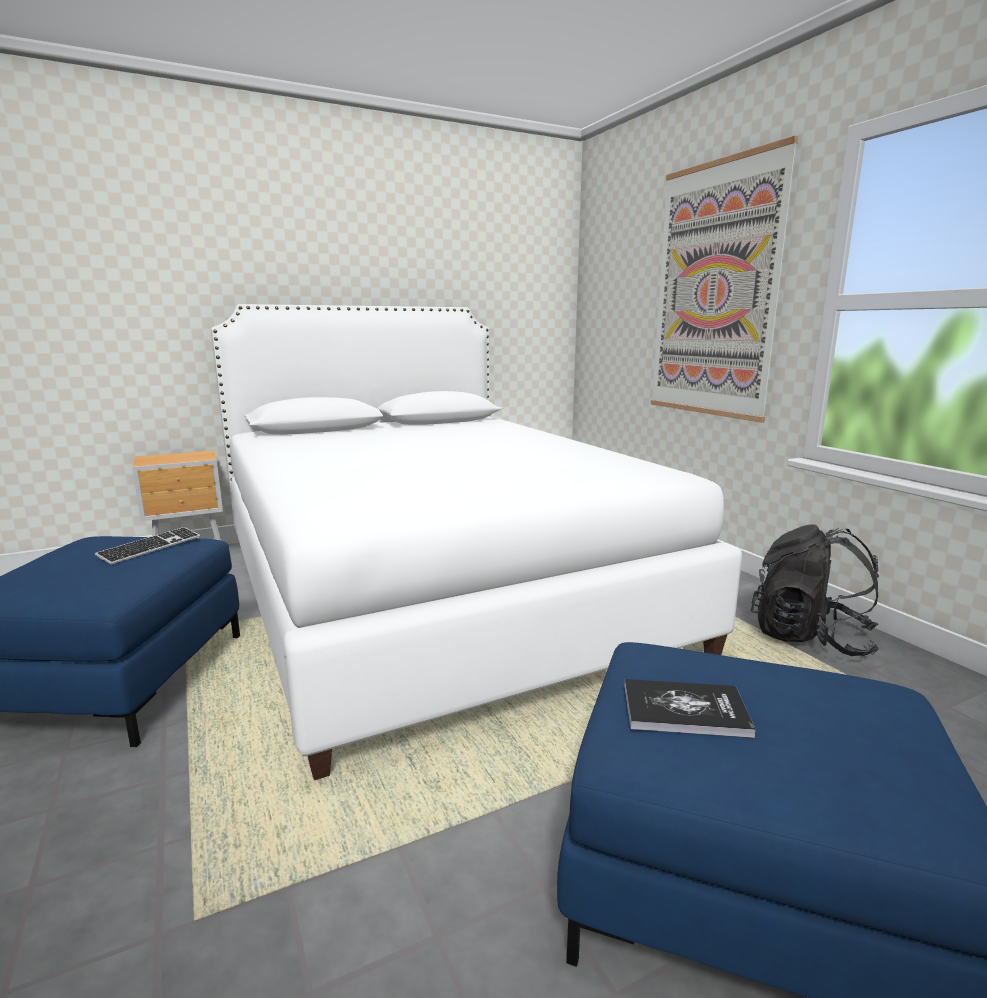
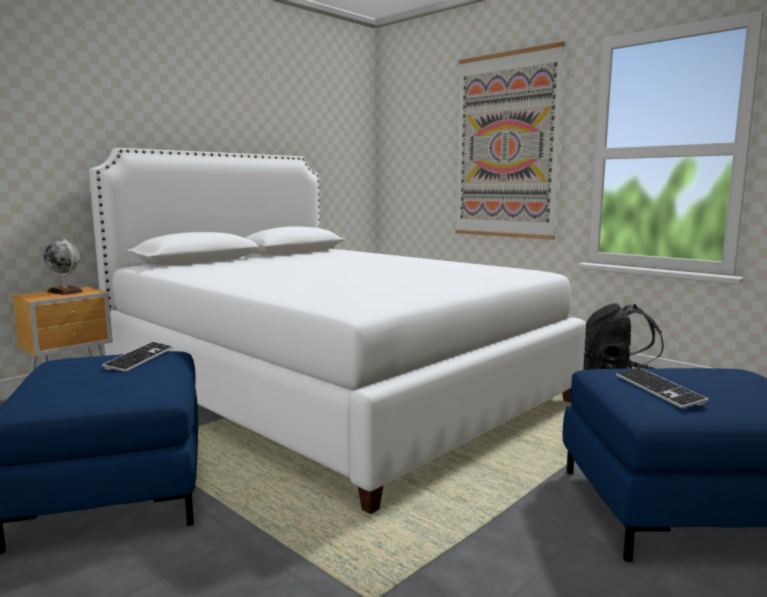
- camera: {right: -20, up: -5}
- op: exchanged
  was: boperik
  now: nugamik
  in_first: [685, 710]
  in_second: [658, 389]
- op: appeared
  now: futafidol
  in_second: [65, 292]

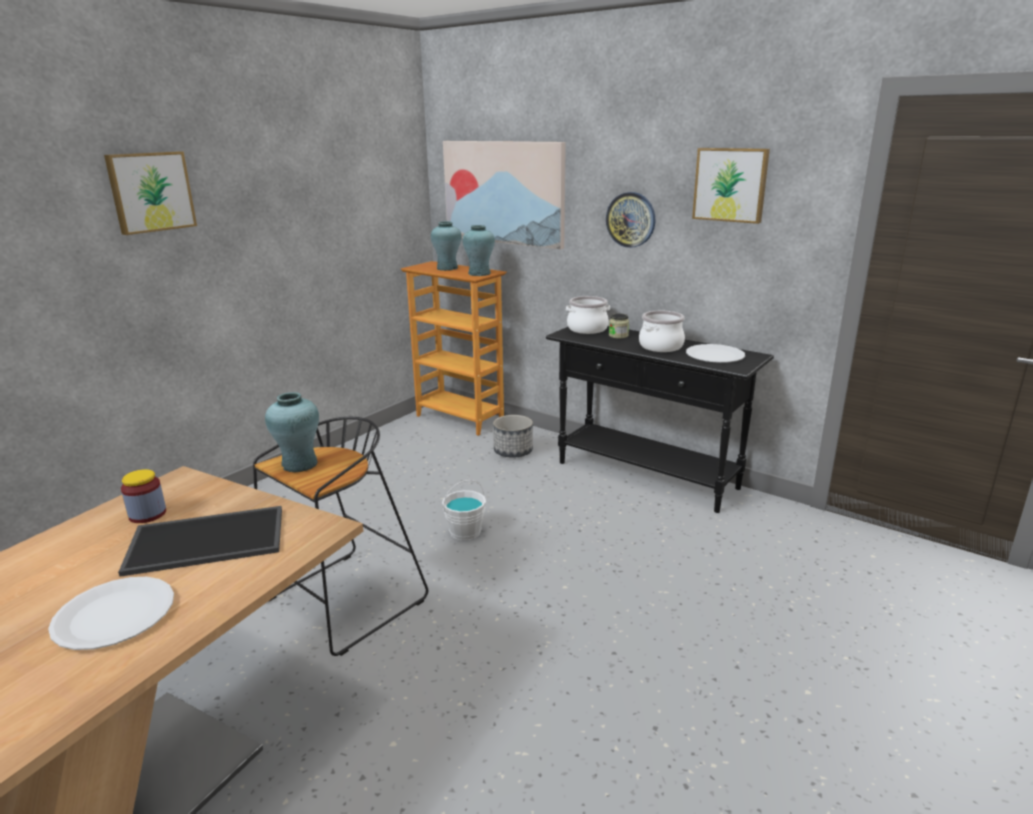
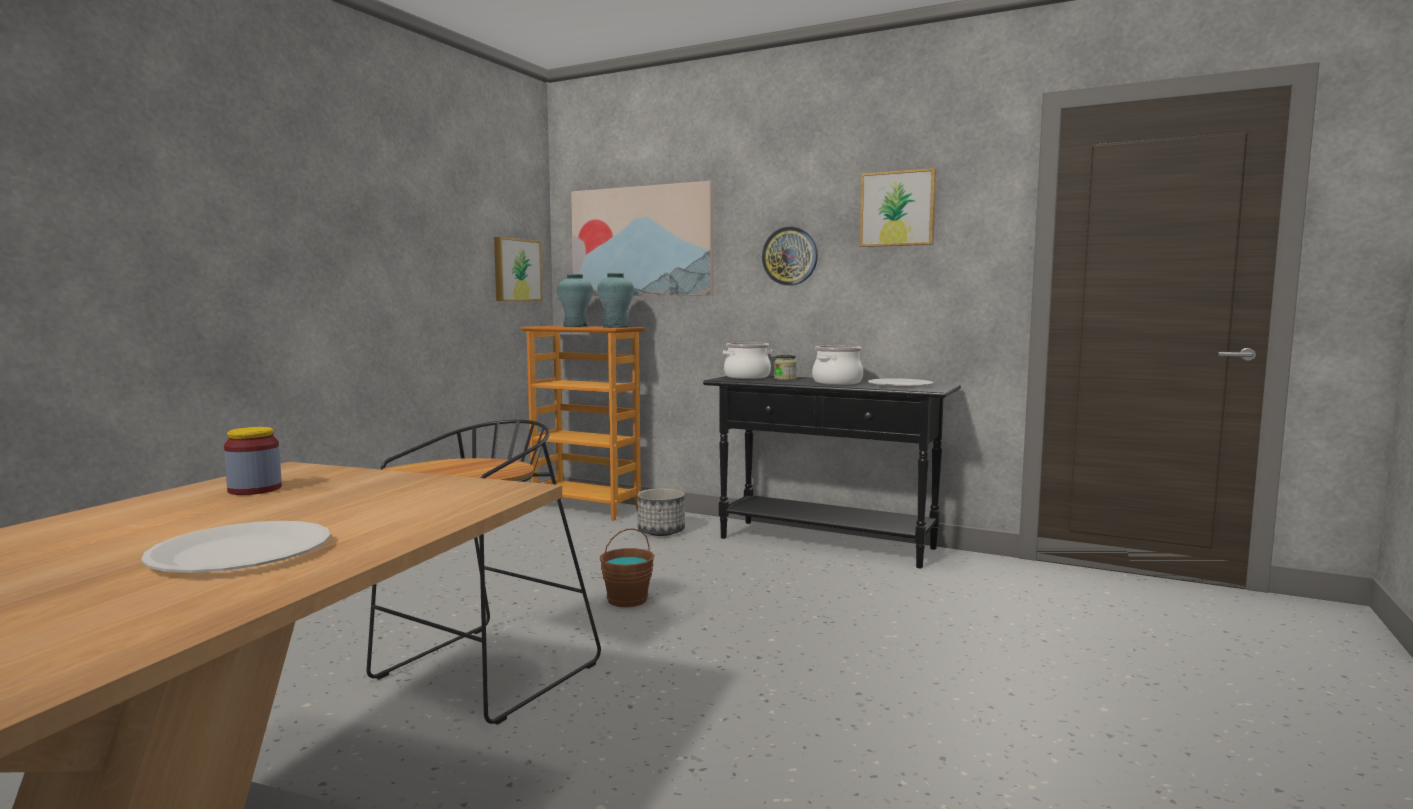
- camera: {right: -10, up: -15}
- op: relocated
  was: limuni
  in_first: [150, 192]
  in_second: [516, 270]
- op: missing
  was: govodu
  in_first: [209, 539]
- op: missing
  was: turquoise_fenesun
  in_first: [299, 464]
- op: colour
  was: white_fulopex
  now: brown_fulopex
  in_first: [465, 532]
  in_second: [627, 600]

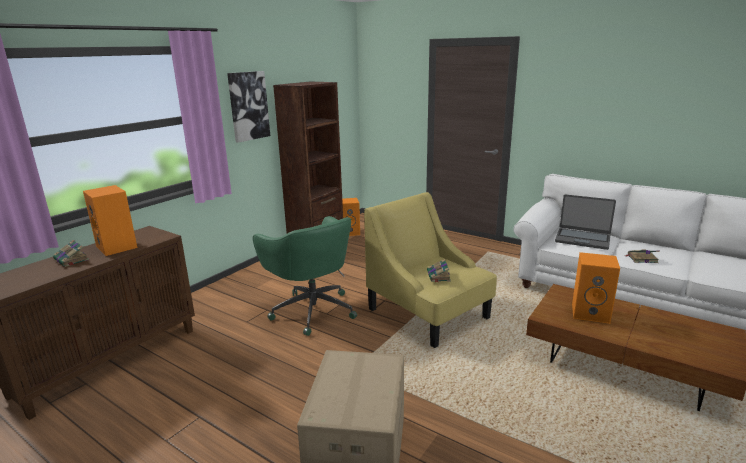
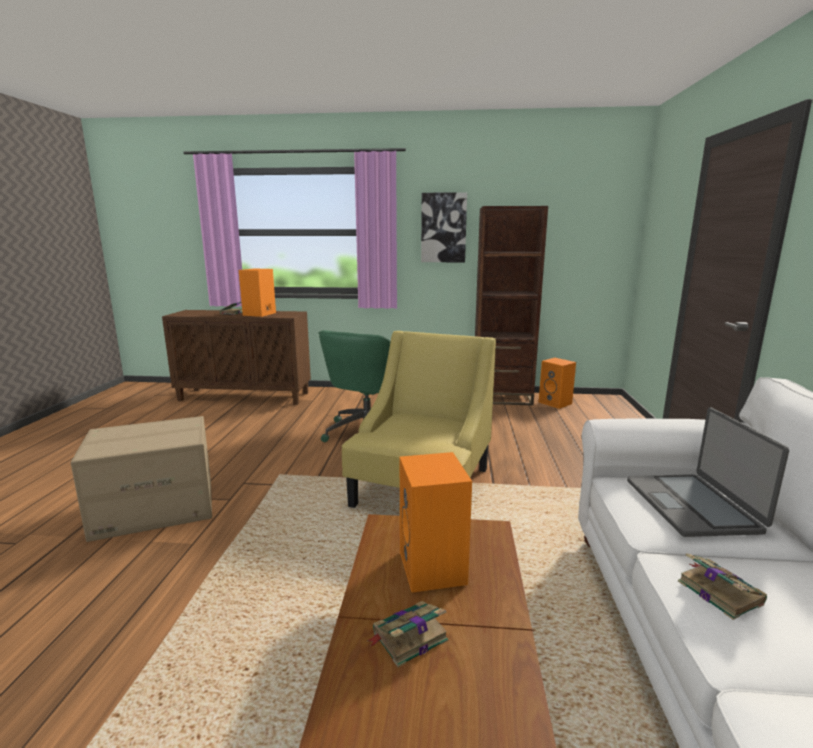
- camera: {right: 60, up: -5}
- op: relocated
  was: boperik
  in_first: [438, 276]
  in_second: [408, 637]

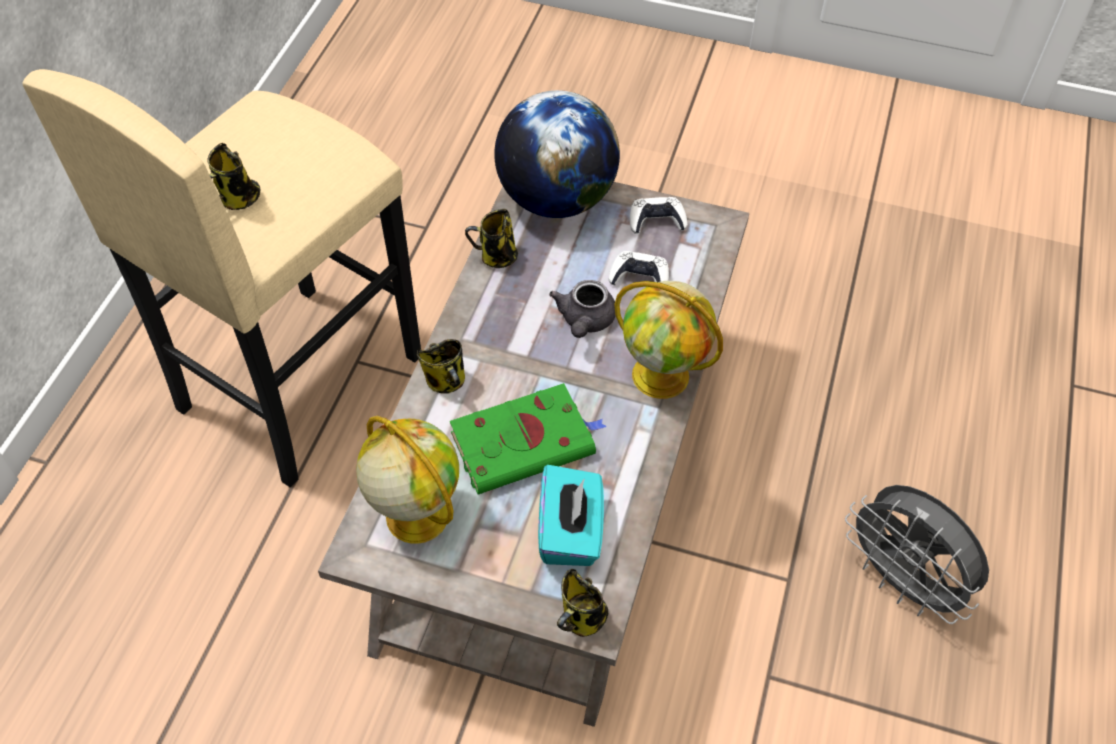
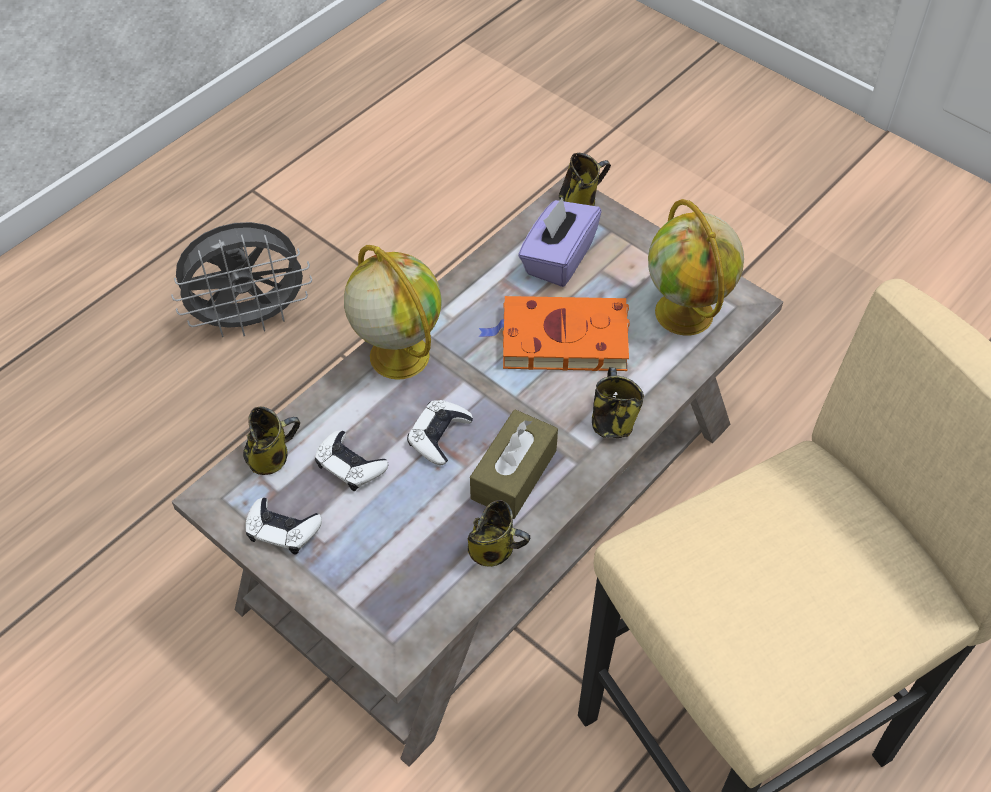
- camera: {right: -155, up: 0}
- op: relocated
  was: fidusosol
  in_first: [237, 199]
  in_second: [271, 457]
- op: colour
  was: green_boperik
  now: orange_boperik
  in_first: [526, 442]
  in_second: [560, 339]
- op: missing
  was: futafidol
  in_first: [556, 199]
- op: colour
  was: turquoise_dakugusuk
  now: purple_dakugusuk
  in_first: [570, 532]
  in_second: [558, 259]
- op: exchanged
  was: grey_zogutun
  now: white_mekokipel
  in_first: [584, 321]
  in_second: [439, 435]
- op: spun
  was: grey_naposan
  in_first: [902, 583]
  in_second: [251, 319]
  clockwise: 90
- op: appeared
  now: brown_dakugusuk
  in_second: [514, 474]

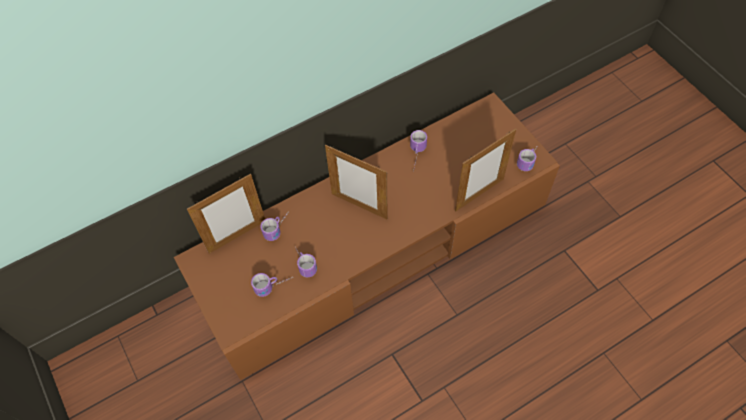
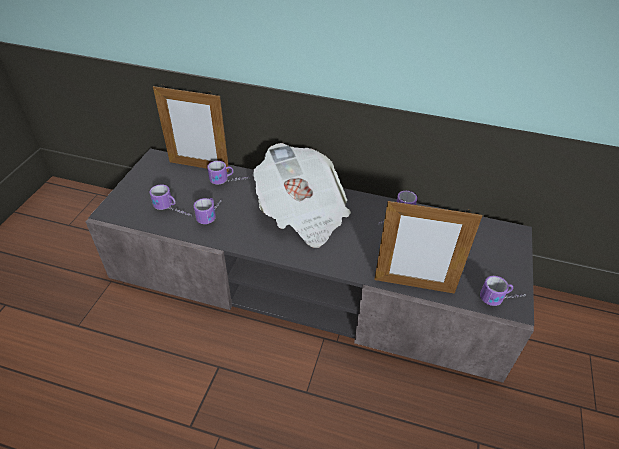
- camera: {right: 45, up: -15}
- op: colour
  was: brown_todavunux
  now: grey_todavunux
  in_first: [374, 248]
  in_second: [308, 283]
- op: exchanged
  was: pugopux
  now: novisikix
  in_first: [359, 206]
  in_second: [302, 213]

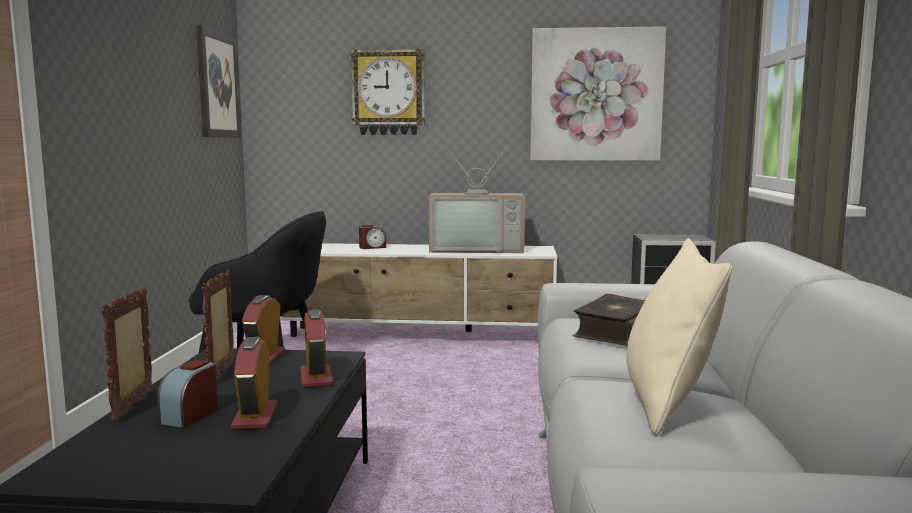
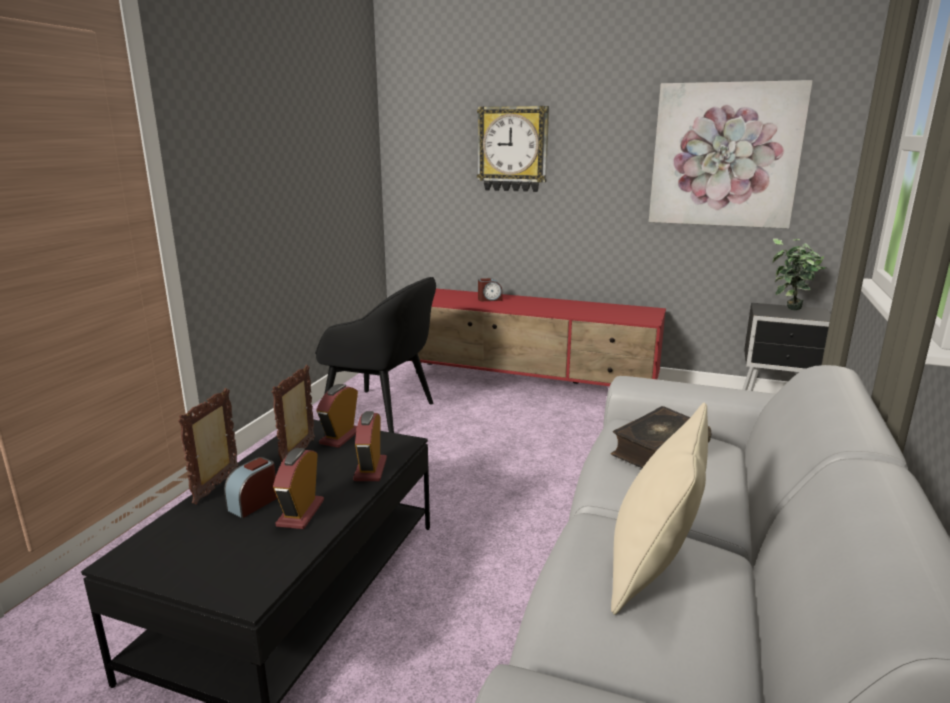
- camera: {right: 15, up: 10}
- op: missing
  was: limuni
  in_first: [218, 85]
- op: colour
  was: white_todavunux
  now: red_todavunux
  in_first: [420, 335]
  in_second: [530, 382]
- op: missing
  was: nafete
  in_first: [477, 249]
- op: appeared
  now: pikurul
  in_second: [790, 310]

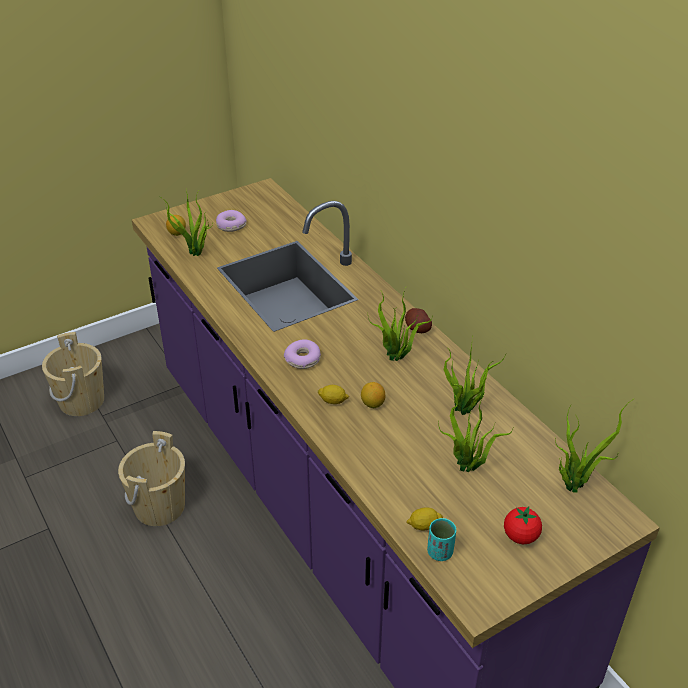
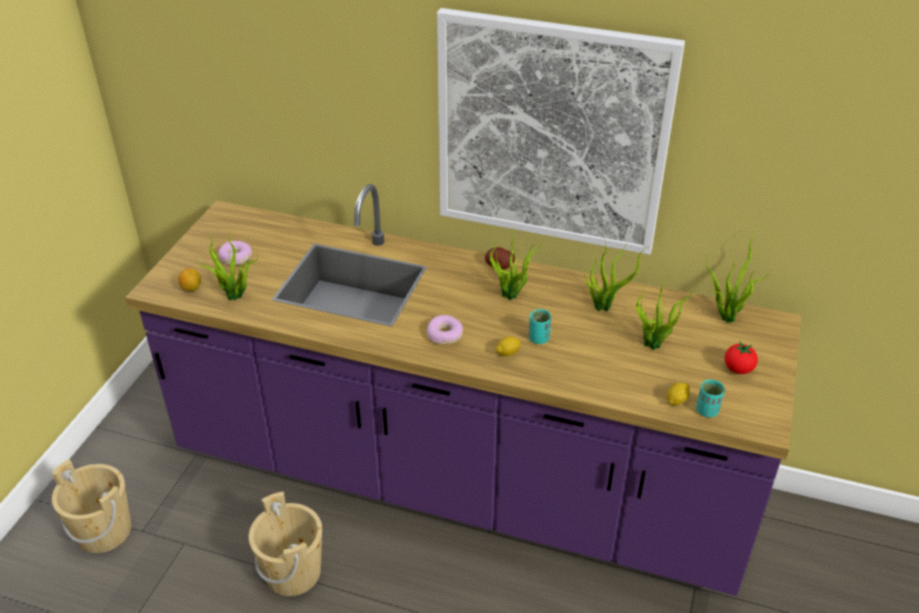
- camera: {right: -40, up: 0}
- op: exchanged
  was: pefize
  now: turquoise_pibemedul
  in_first: [372, 404]
  in_second: [538, 338]
- op: appeared
  now: limuni
  in_second: [551, 134]

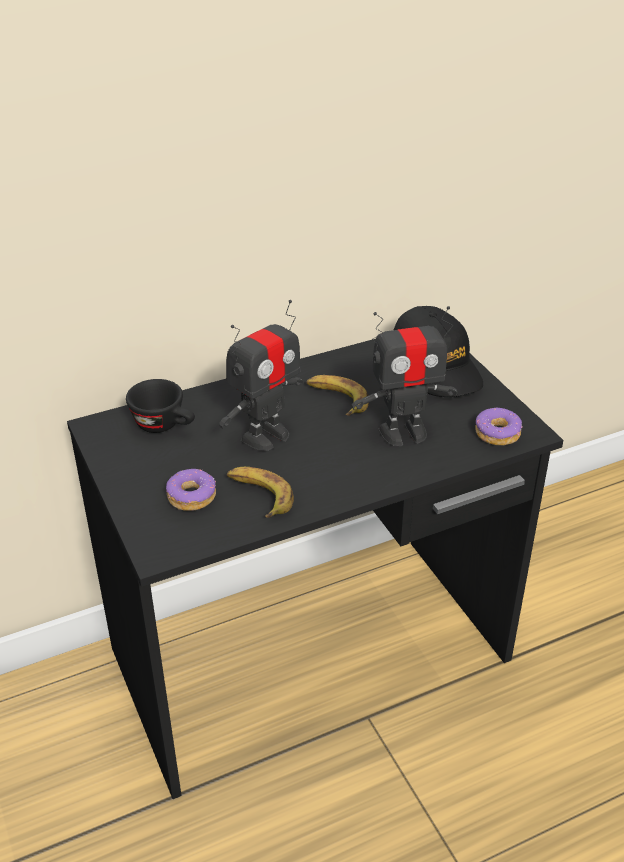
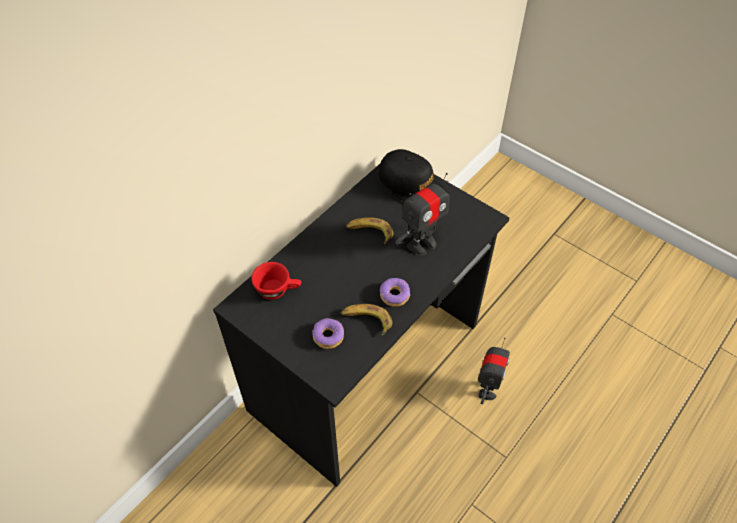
- camera: {right: -25, up: 15}
- op: colour
  was: black_pibemedul
  now: red_pibemedul
  in_first: [165, 425]
  in_second: [278, 290]
- op: relocated
  was: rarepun
  in_first: [265, 436]
  in_second: [487, 389]
- op: relocated
  was: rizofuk
  in_first: [497, 434]
  in_second: [395, 295]

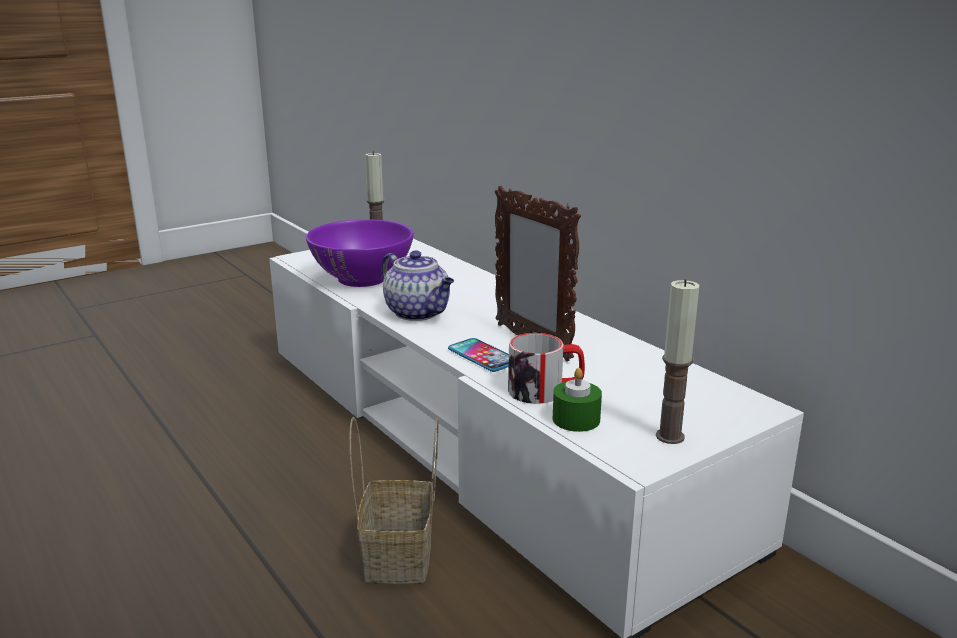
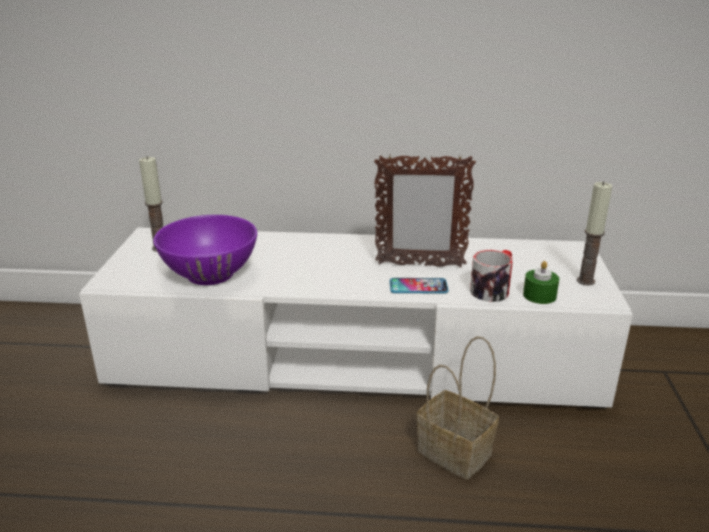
- camera: {right: -50, up: 5}
- op: missing
  was: zogutun
  in_first: [419, 313]

